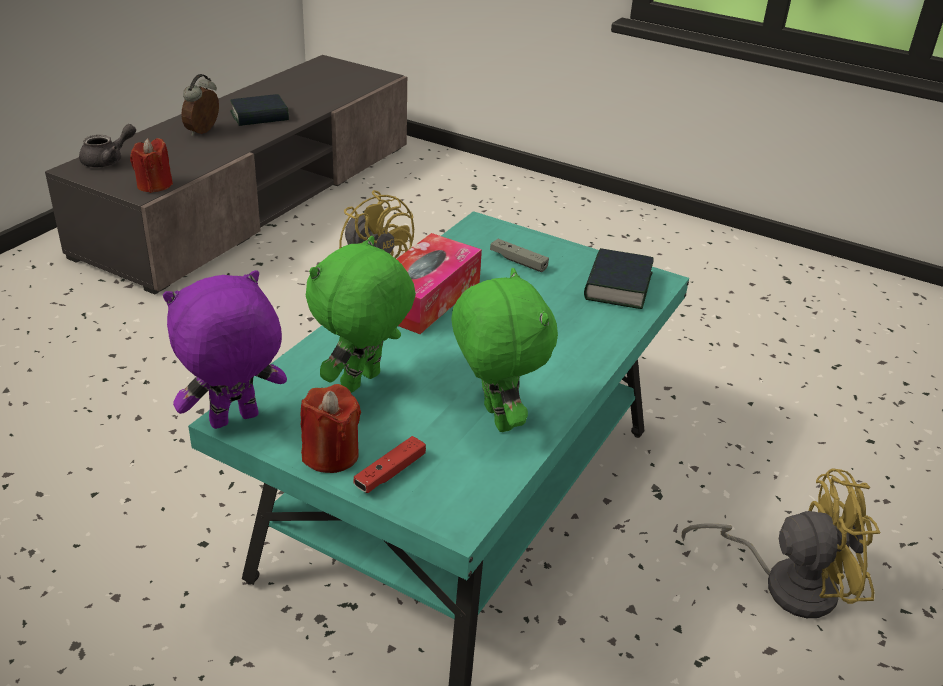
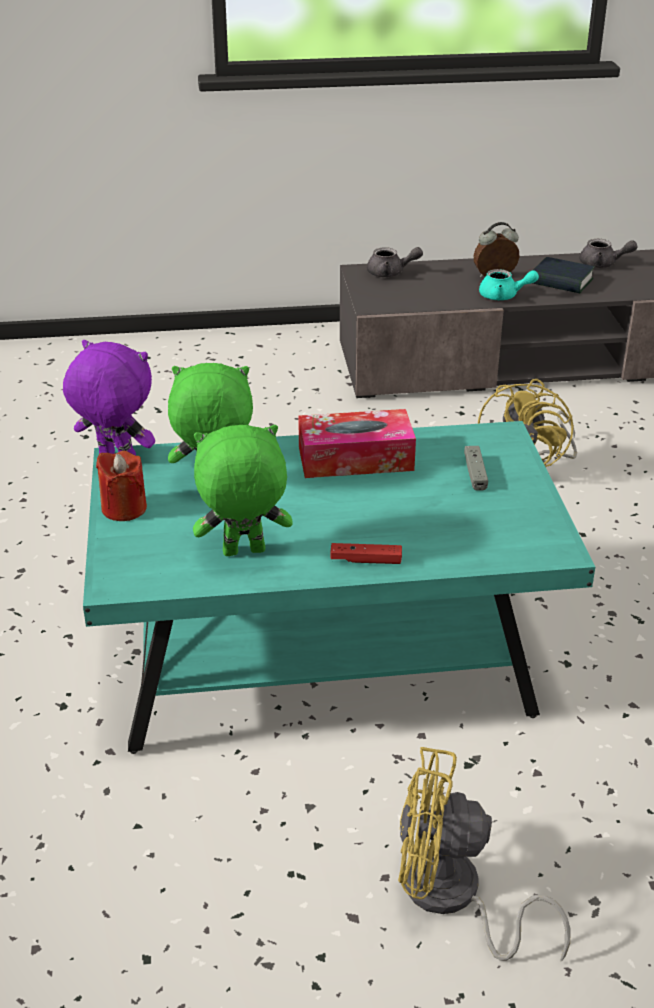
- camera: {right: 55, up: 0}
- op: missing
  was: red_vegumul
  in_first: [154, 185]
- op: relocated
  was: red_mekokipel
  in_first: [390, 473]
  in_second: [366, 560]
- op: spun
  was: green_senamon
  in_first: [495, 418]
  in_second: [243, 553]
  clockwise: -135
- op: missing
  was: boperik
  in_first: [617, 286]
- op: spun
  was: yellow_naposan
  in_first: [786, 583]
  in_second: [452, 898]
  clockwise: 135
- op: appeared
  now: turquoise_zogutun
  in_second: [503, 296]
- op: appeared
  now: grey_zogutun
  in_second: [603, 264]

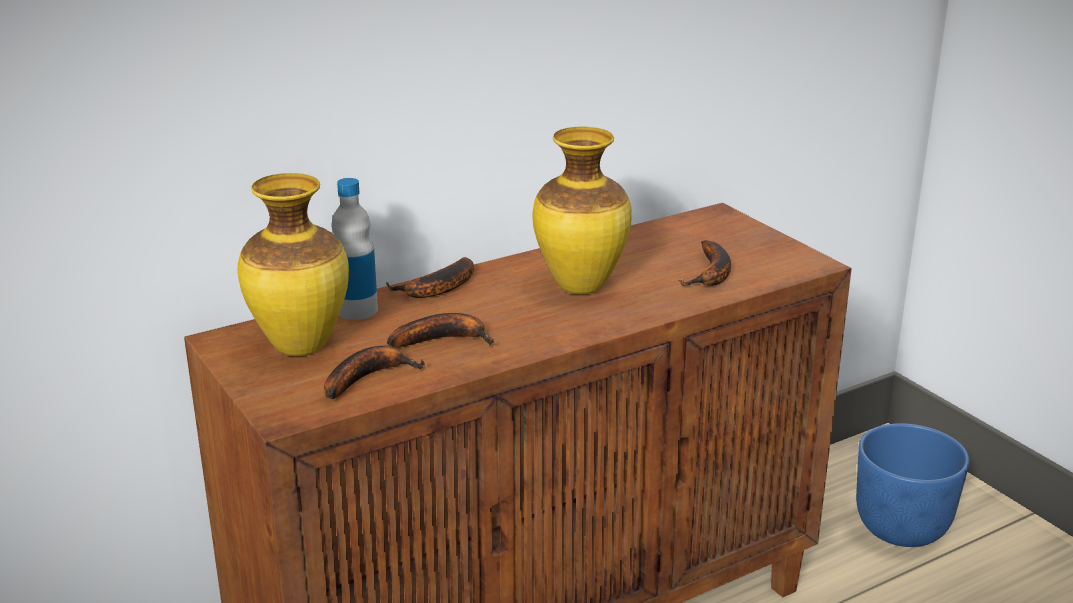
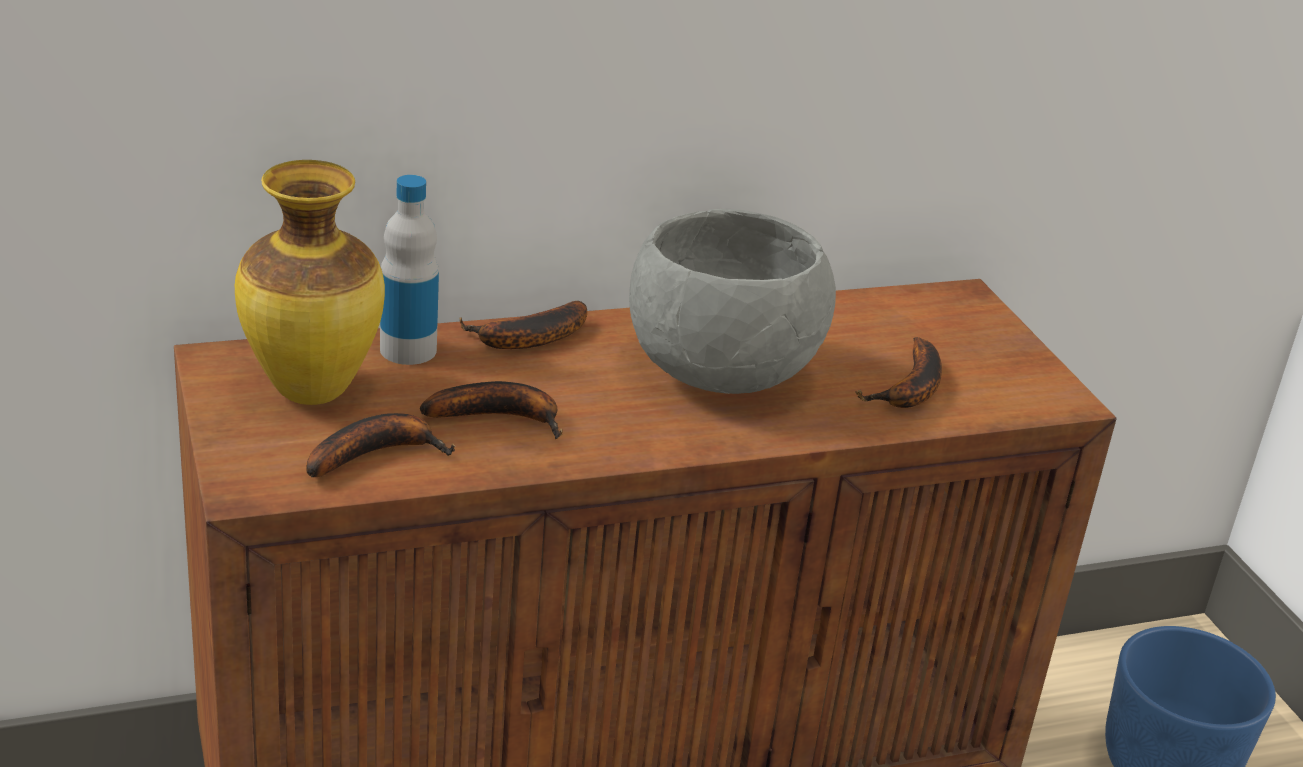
- camera: {right: 10, up: 5}
- op: exchanged
  was: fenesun
  now: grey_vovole
  in_first: [582, 286]
  in_second: [722, 373]

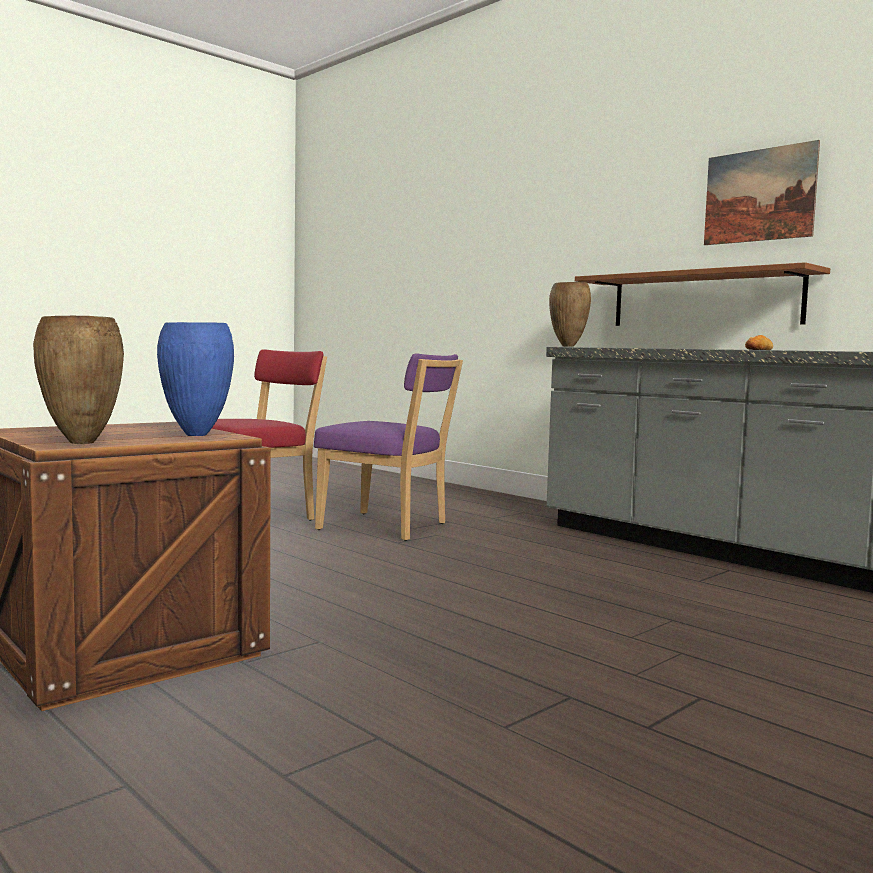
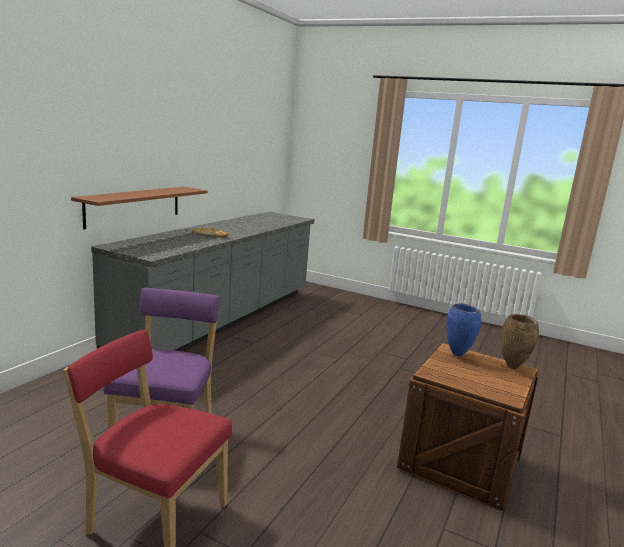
- camera: {right: -110, up: 10}
- op: missing
  was: brown_fenesun
  in_first: [567, 346]
- op: missing
  was: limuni
  in_first: [759, 195]

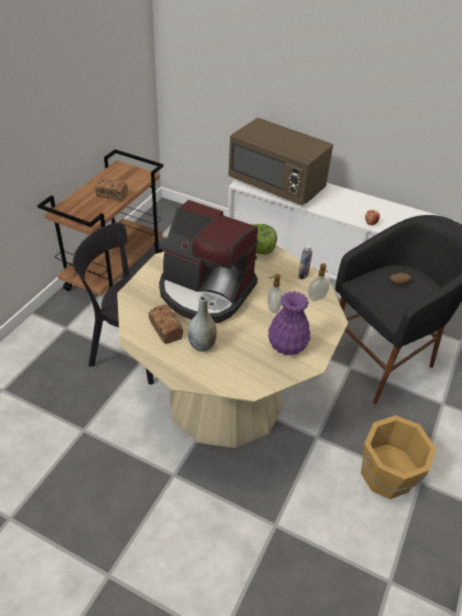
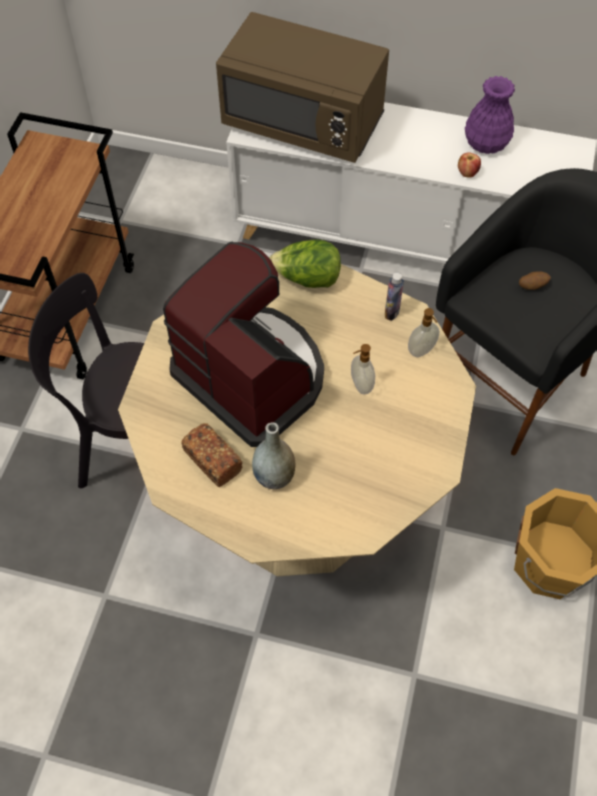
- camera: {right: -10, up: 15}
- op: missing
  was: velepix
  in_first: [112, 195]
- op: spun
  was: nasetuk
  in_first: [205, 291]
  in_second: [252, 376]
  clockwise: -150
- op: relocated
  was: purple_fenesun
  in_first: [287, 346]
  in_second: [486, 144]

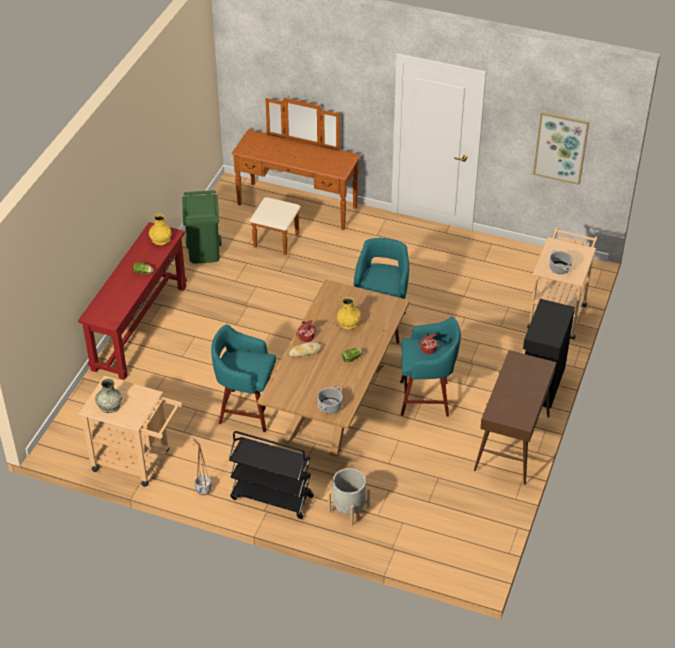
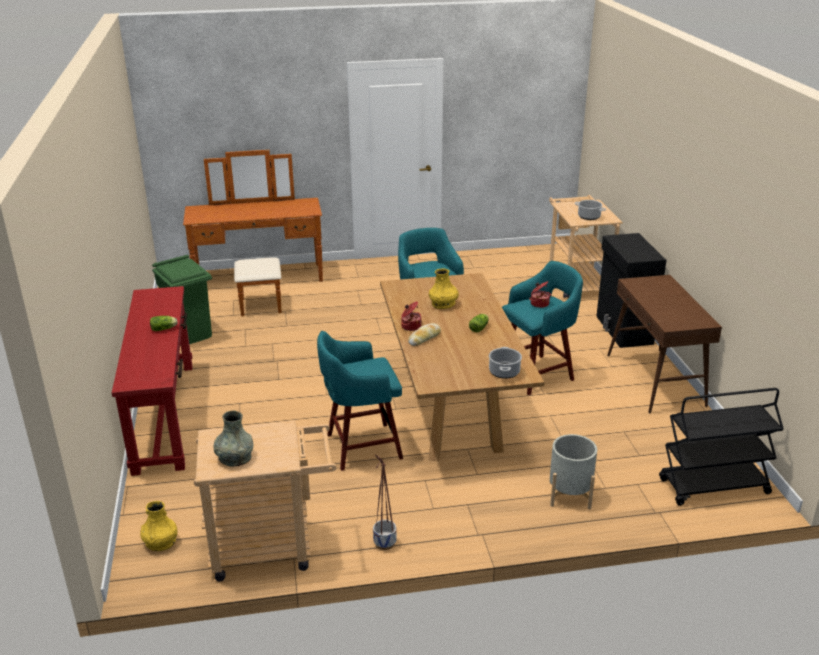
- camera: {right: -30, up: -15}
- op: relocated
  was: yellow_fenesun
  in_first: [160, 239]
  in_second: [161, 542]
- op: relocated
  was: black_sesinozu
  in_first: [271, 498]
  in_second: [713, 487]
- op: missing
  was: limuni
  in_first: [561, 147]

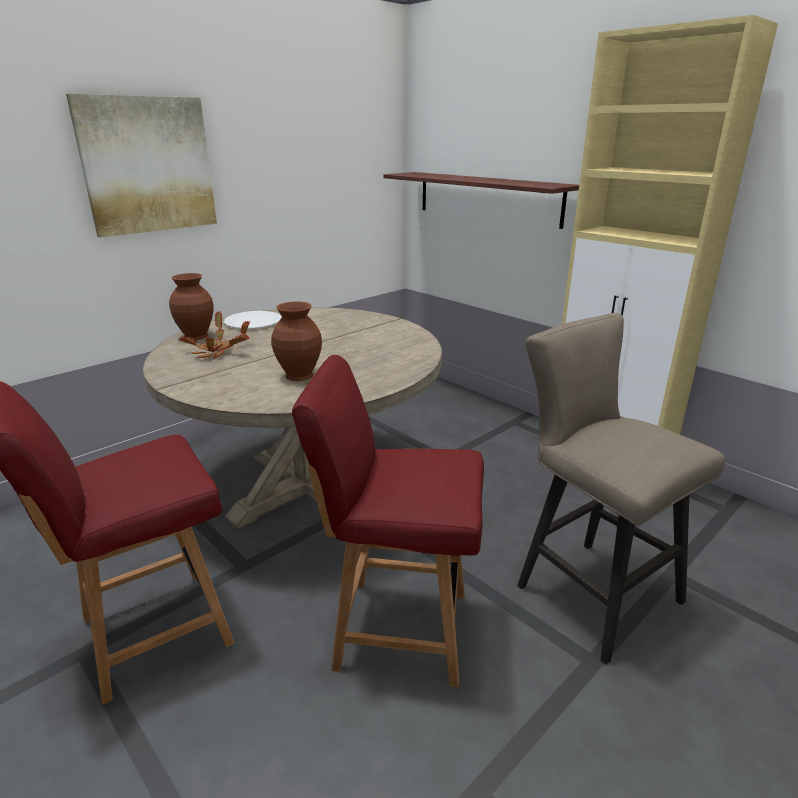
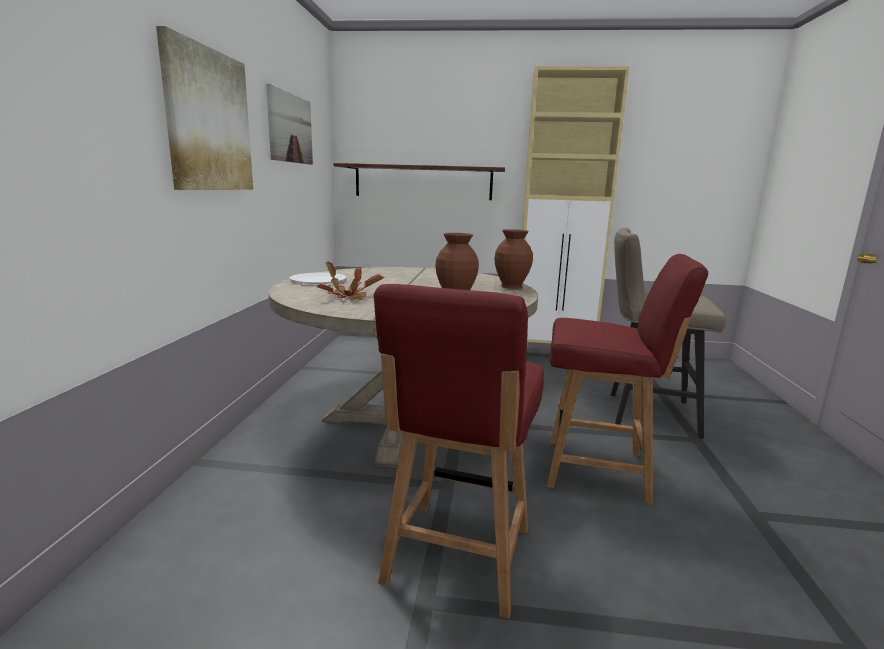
- camera: {right: -40, up: -10}
- op: relocated
  was: brown_fenesun
  in_first: [195, 336]
  in_second: [511, 286]
- op: spun
  was: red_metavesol
  in_first: [398, 628]
  in_second: [599, 470]
  clockwise: -135
- op: appeared
  now: limuni
  in_second: [290, 128]

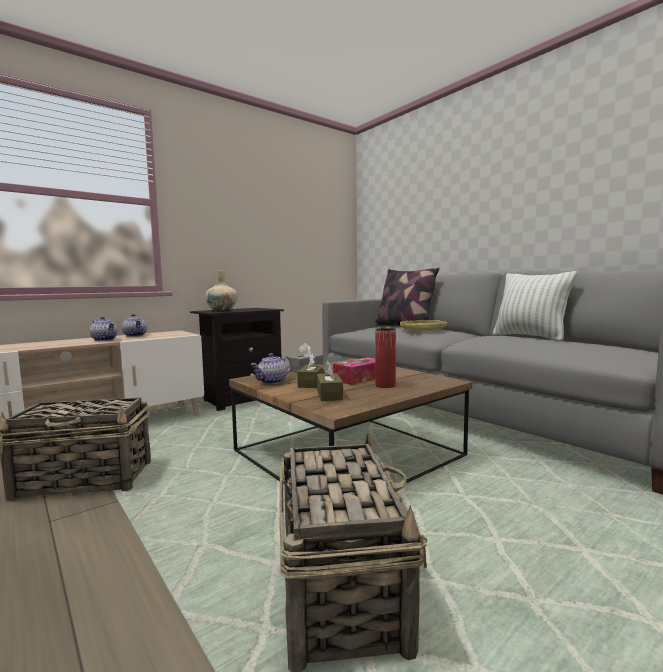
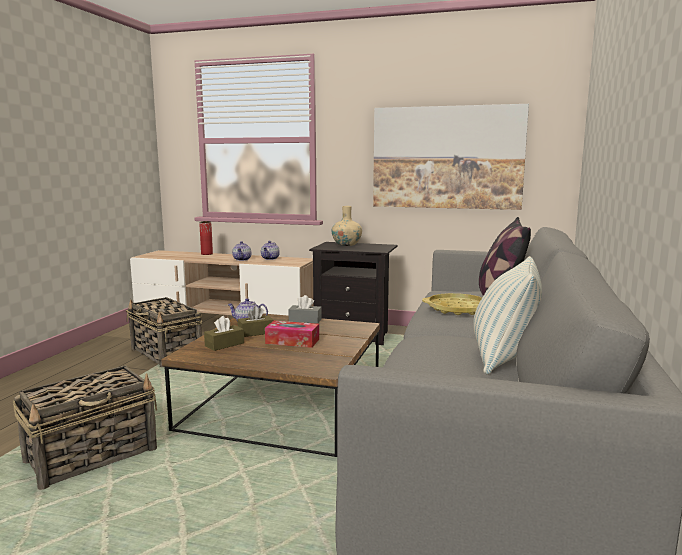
- camera: {right: 55, up: 5}
- op: relocated
  was: red_fenesun
  in_first: [385, 385]
  in_second: [207, 254]
- op: appeared
  now: limuni
  in_second: [447, 157]

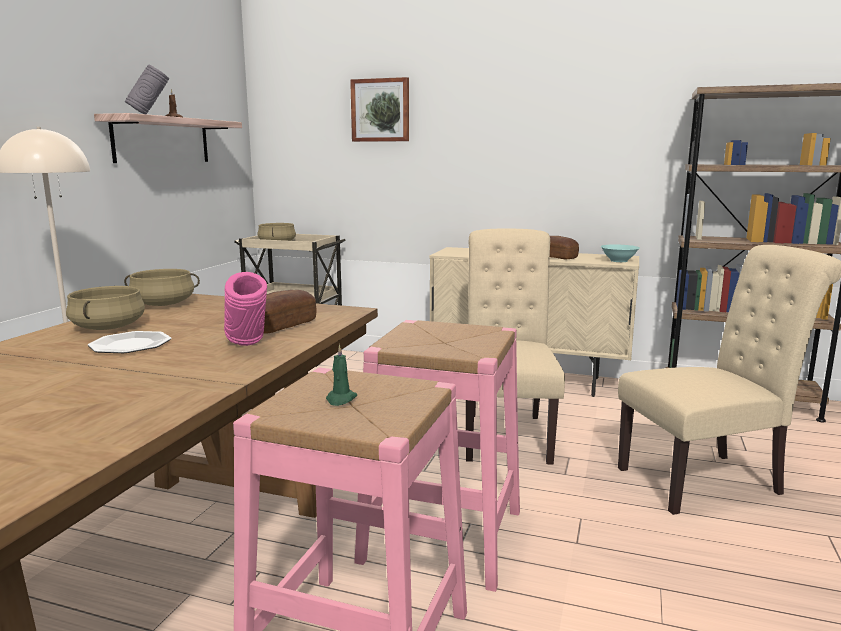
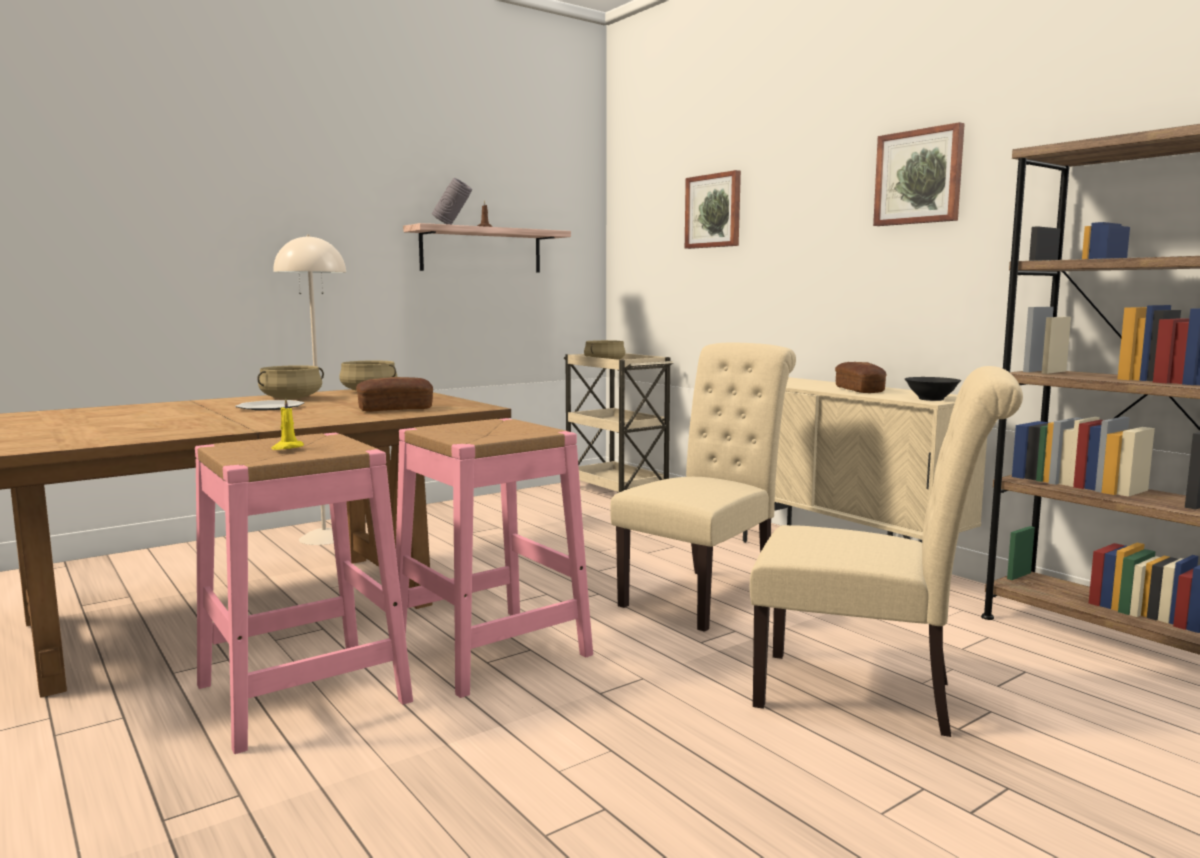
- camera: {right: 35, up: -5}
- op: missing
  was: pink_fenesun
  in_first: [247, 347]
- op: colour
  was: green_vegumul
  now: yellow_vegumul
  in_first: [340, 399]
  in_second: [287, 447]
- op: colour
  was: turquoise_vovole
  now: black_vovole
  in_first: [619, 261]
  in_second: [932, 399]
- op: appeared
  now: limuni
  in_second: [919, 177]

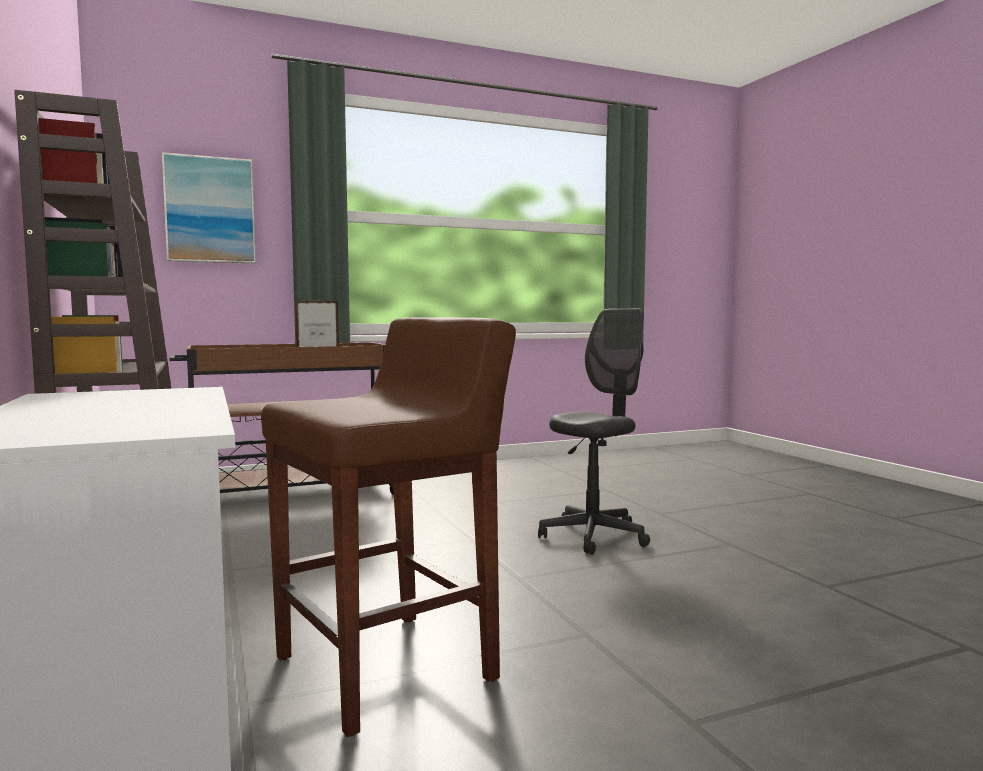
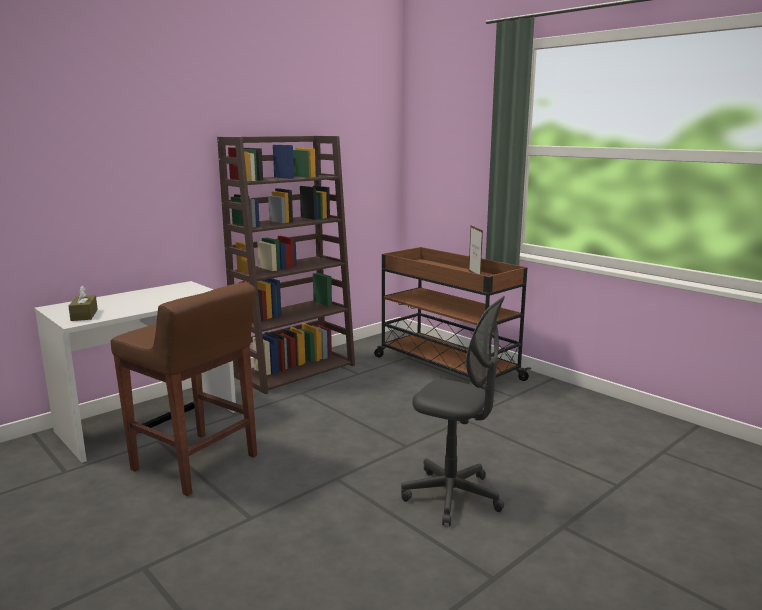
- camera: {right: 70, up: 10}
- op: missing
  was: limuni
  in_first: [210, 210]
- op: appeared
  now: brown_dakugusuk
  in_second: [84, 315]

